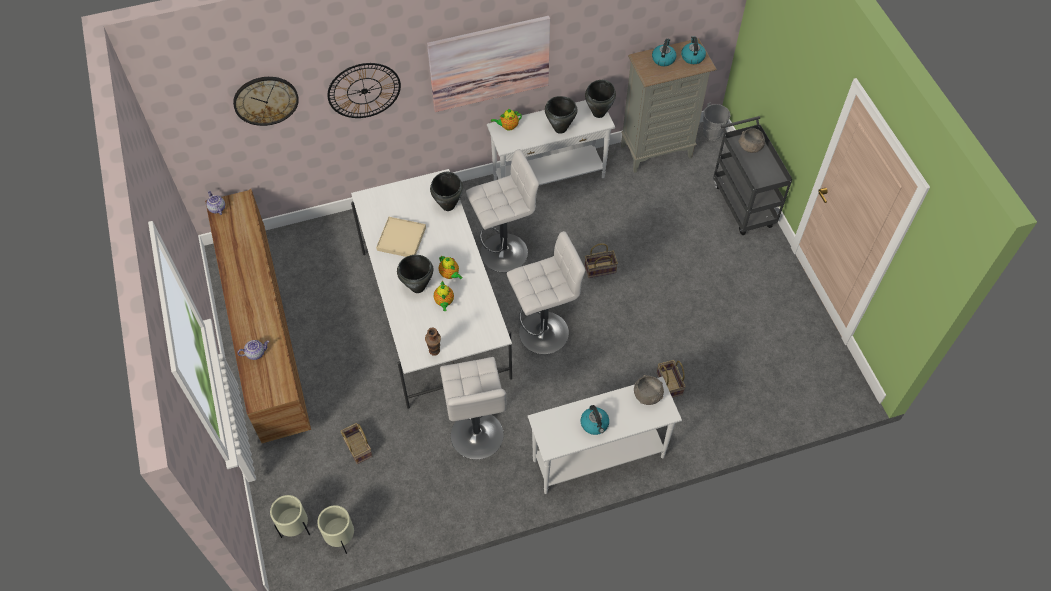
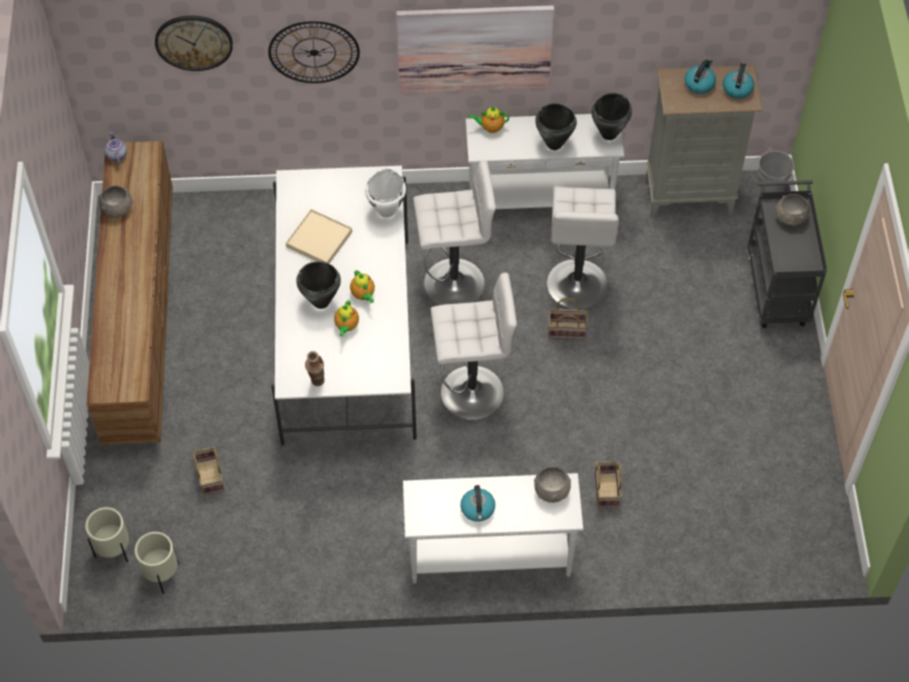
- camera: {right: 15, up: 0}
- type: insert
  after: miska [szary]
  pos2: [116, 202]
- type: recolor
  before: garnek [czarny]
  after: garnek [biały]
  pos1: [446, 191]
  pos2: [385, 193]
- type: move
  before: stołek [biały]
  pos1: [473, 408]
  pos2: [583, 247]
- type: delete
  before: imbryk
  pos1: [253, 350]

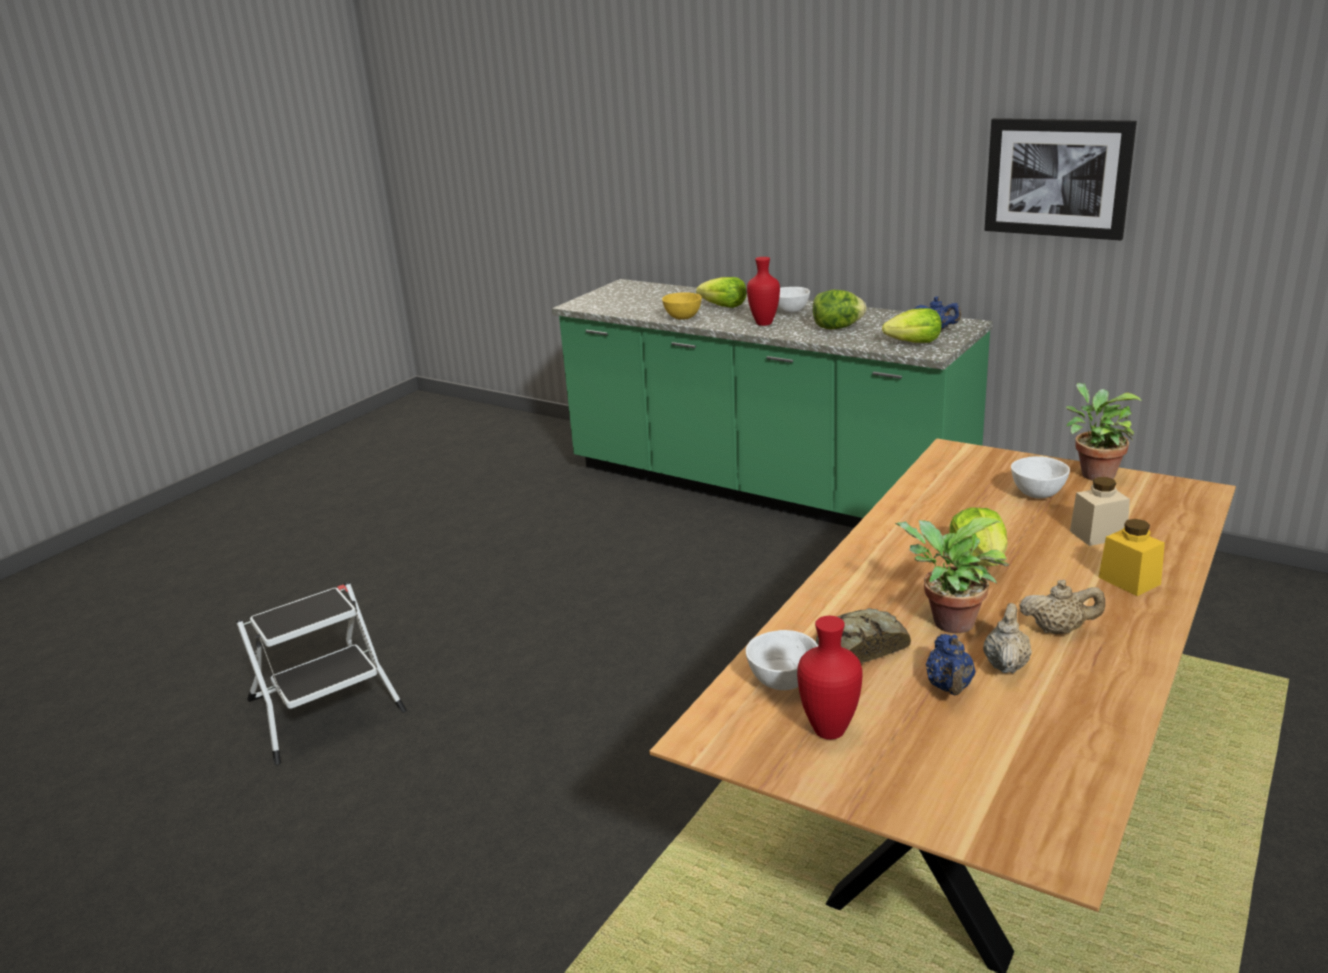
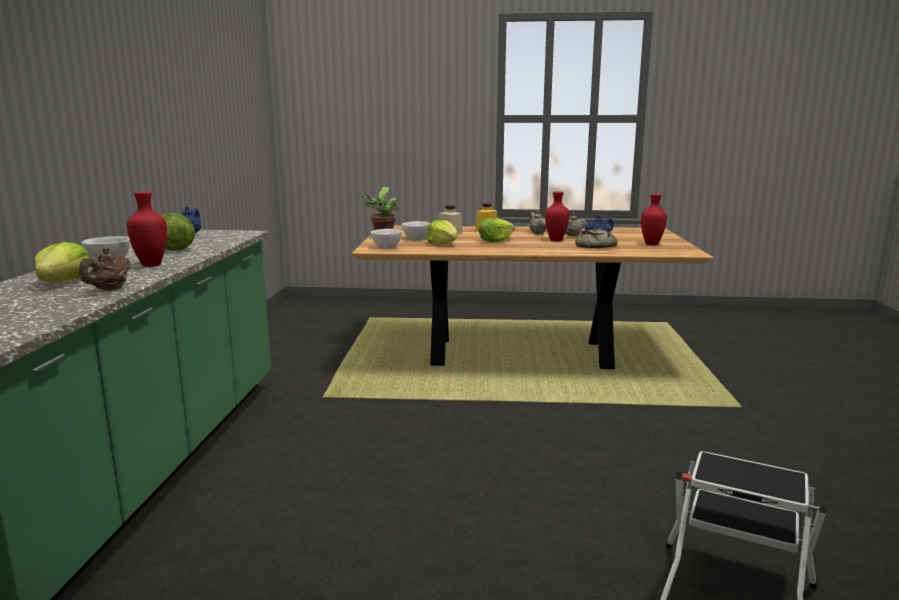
- camera: {right: -120, up: -10}
- type: replace
  before: miska [żółty]
  after: imbryk [brązowy]
  pos1: [682, 306]
  pos2: [105, 269]
- type: move
  before: miska [biały]
  pos1: [782, 660]
  pos2: [386, 239]
- type: move
  before: sałata
  pos1: [912, 325]
  pos2: [442, 232]
- type: replace
  before: roślina doniczkowa
  after: wazon [czerwony]
  pos1: [952, 575]
  pos2: [557, 217]
- type: delete
  before: obraz
  pos1: [1061, 179]

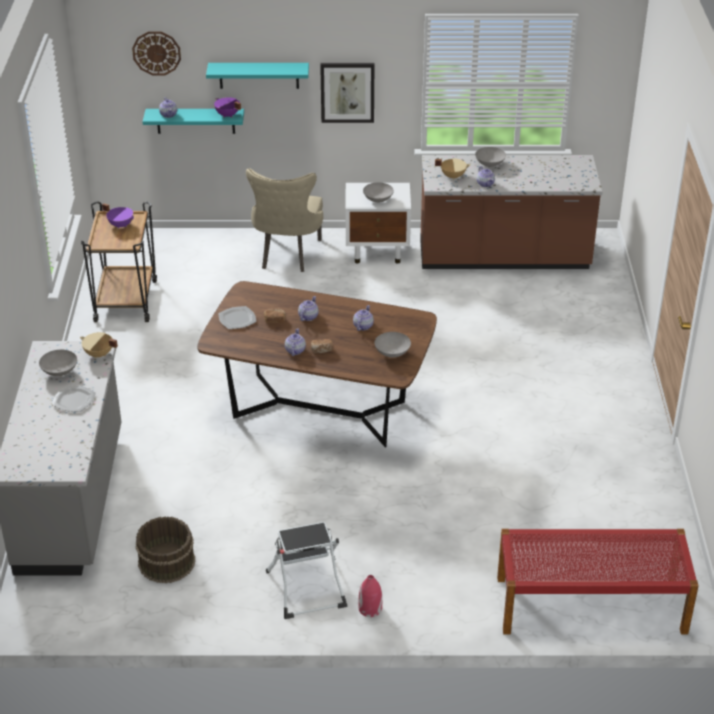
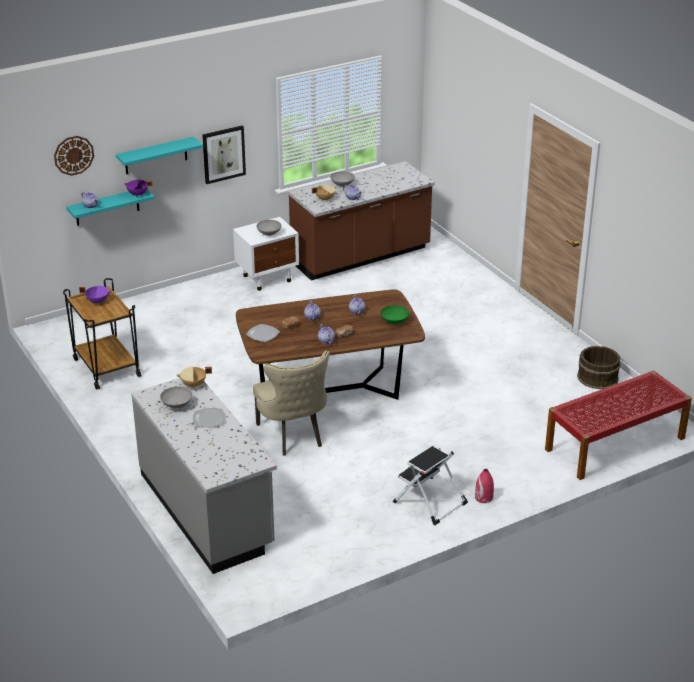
- camera: {right: -30, up: -5}
- type: move
  before: krzesło [beżowy]
  pos1: [284, 220]
  pos2: [291, 403]
- type: recolor
  before: miska [szary]
  after: miska [zielony]
  pos1: [392, 344]
  pos2: [395, 314]
- type: move
  before: wiadro [brązowy]
  pos1: [165, 549]
  pos2: [599, 367]

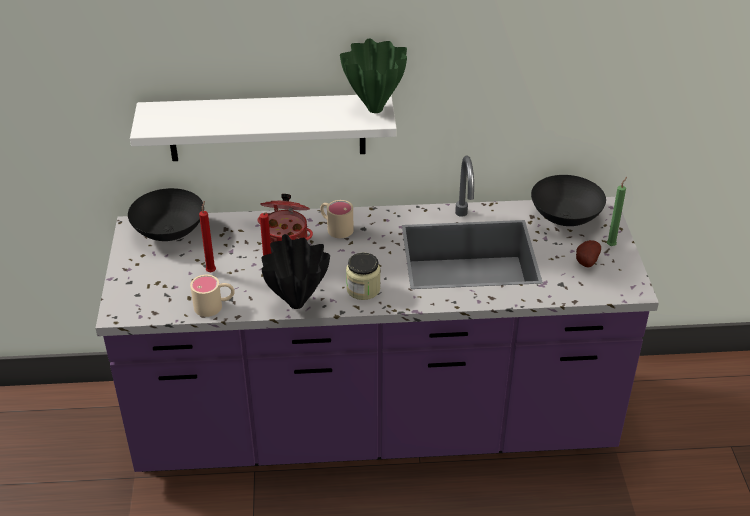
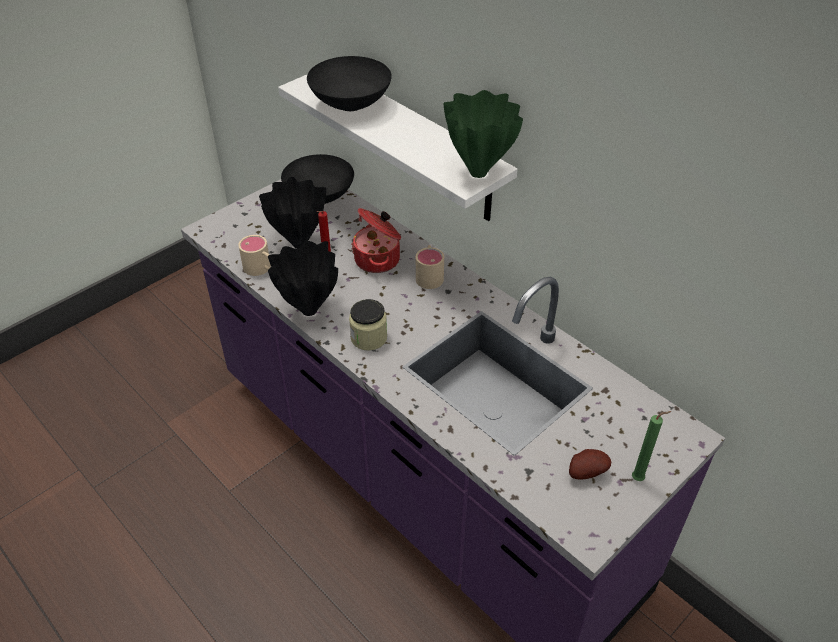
- camera: {right: 50, up: 5}
- type: replace
  before: świeca [czerwony]
  after: wazon [czarny]
  pos1: [207, 236]
  pos2: [292, 213]
- type: move
  before: miska [czarny]
  pos1: [568, 200]
  pos2: [349, 83]

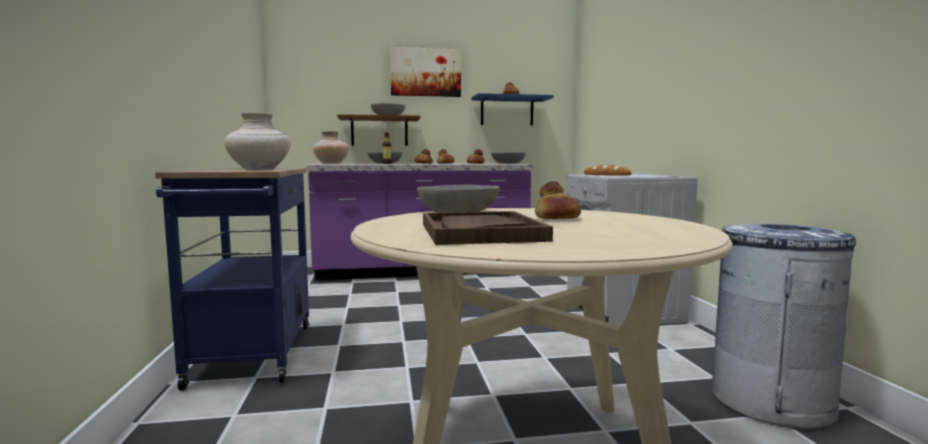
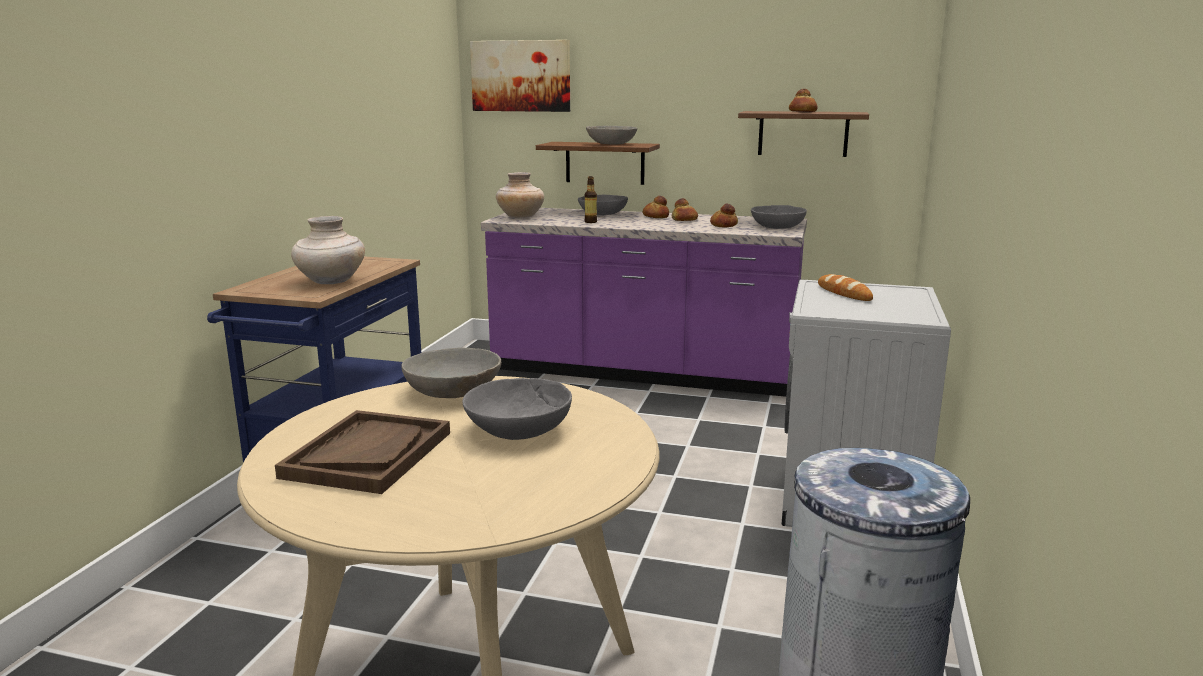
- camera: {right: 25, up: 10}
- type: replace
  before: chleb
  after: miska [szary]
  pos1: [558, 200]
  pos2: [517, 409]
- type: move
  before: obraz
  pos1: [425, 72]
  pos2: [520, 76]
- type: recolor
  before: półka [niebieski]
  after: półka [brązowy]
  pos1: [512, 109]
  pos2: [803, 134]

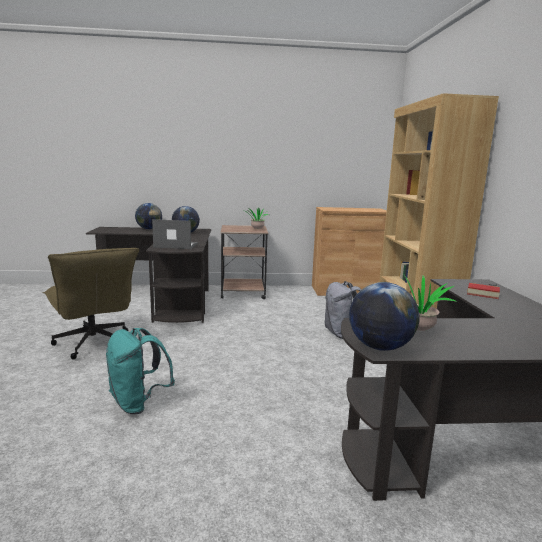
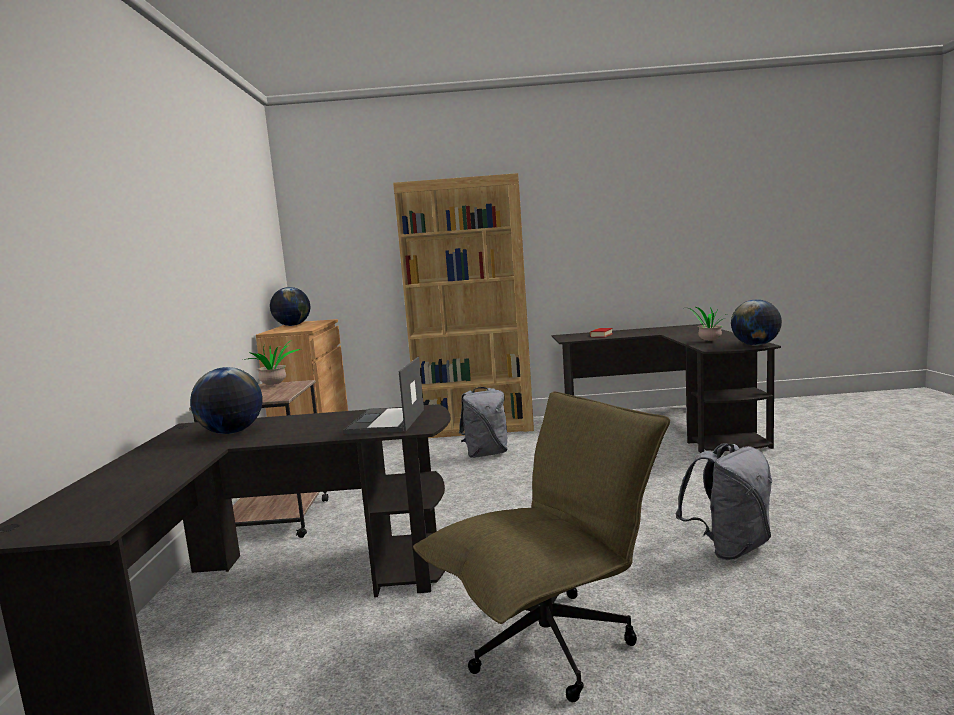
- camera: {right: -85, up: -5}
- type: move
  before: globus
  pos1: [148, 216]
  pos2: [290, 306]
- type: recolor
  before: plecak [turkusowy]
  after: plecak [szary]
  pos1: [140, 371]
  pos2: [724, 501]

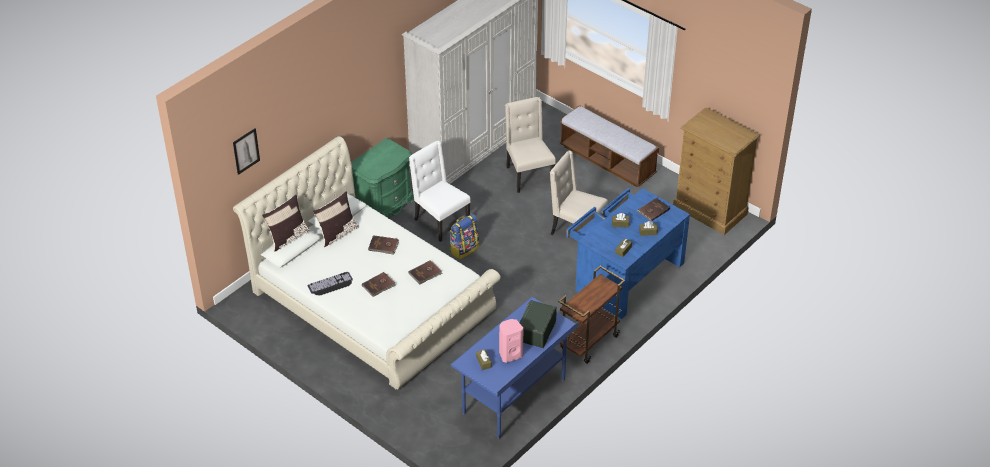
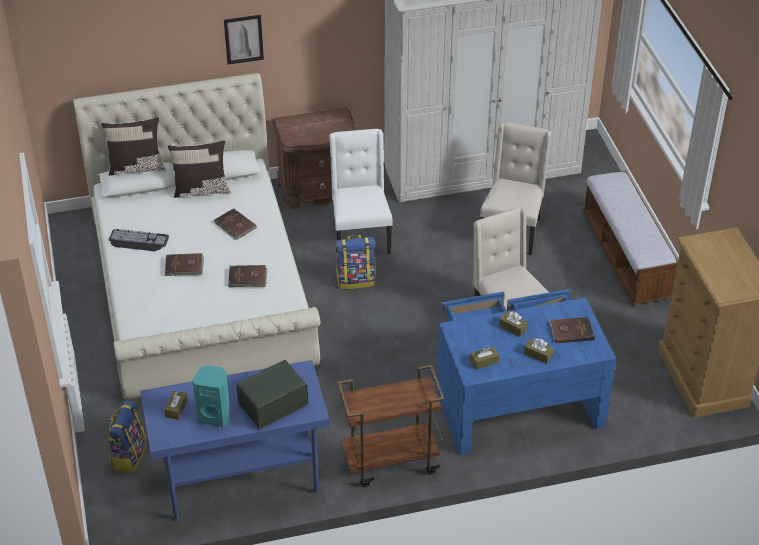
- camera: {right: 35, up: 0}
- type: insert
  after: plecak
  pos2: [127, 437]
- type: recolor
  before: głośnik [różowy]
  after: głośnik [turkusowy]
  pos1: [511, 341]
  pos2: [211, 396]
- type: move
  before: obraz
  pos1: [246, 151]
  pos2: [244, 40]
- type: recolor
  before: szafka nocna [zielony]
  after: szafka nocna [brązowy]
  pos1: [382, 177]
  pos2: [314, 158]

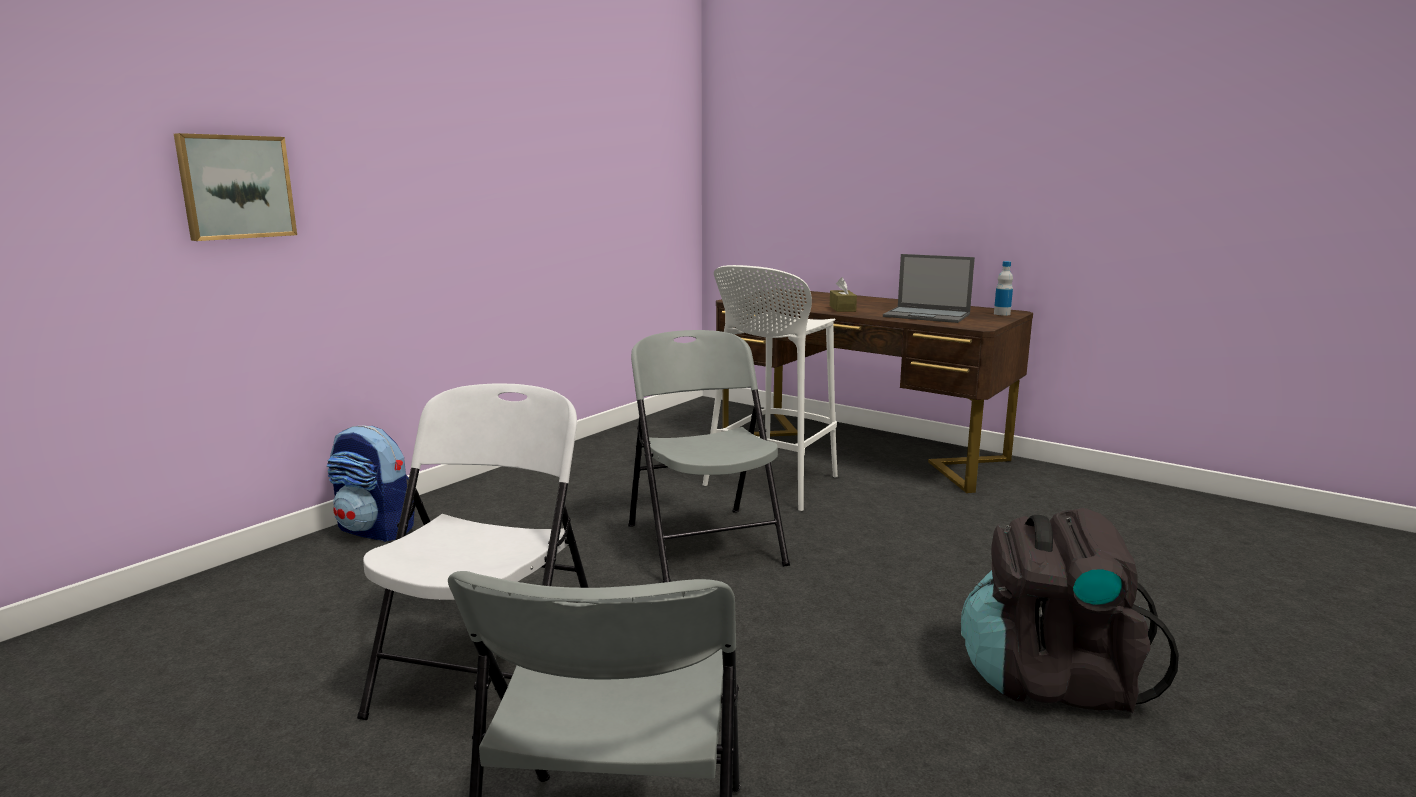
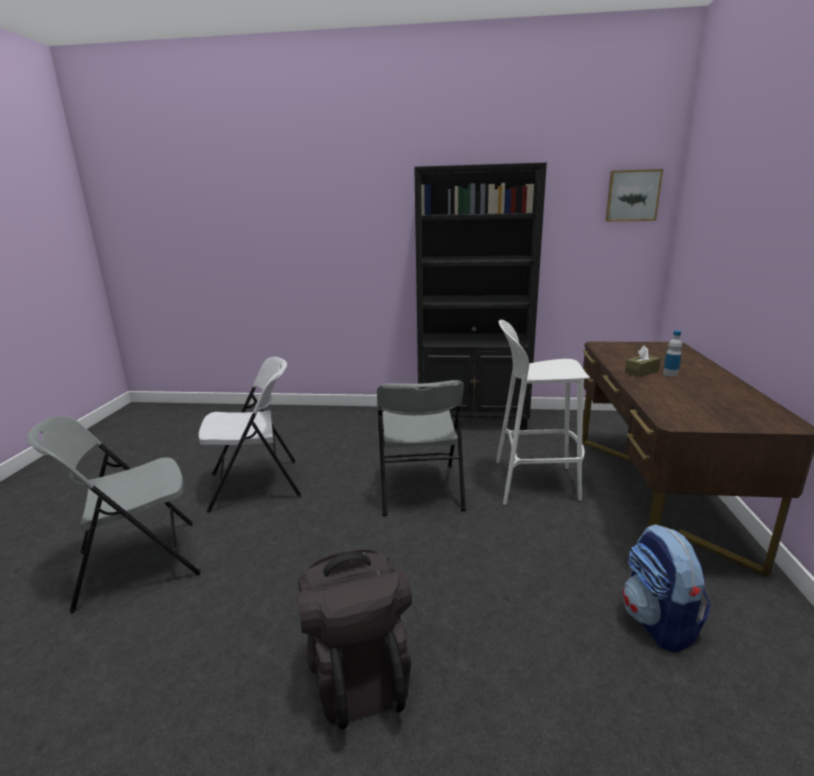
- camera: {right: 60, up: 5}
- type: rotate
  before: krzesło [szary]
  pos1: [709, 456]
  pos2: [421, 448]
  turn: 135
- type: insert
  after: regał [czarny]
  pos2: [480, 296]
- type: move
  before: obraz
  pos1: [235, 187]
  pos2: [634, 195]
- type: move
  before: plecak
  pos1: [371, 483]
  pos2: [667, 588]
- type: move
  before: butelka
  pos1: [1003, 288]
  pos2: [672, 353]
- type: delete
  before: laptop
  pos1: [929, 288]

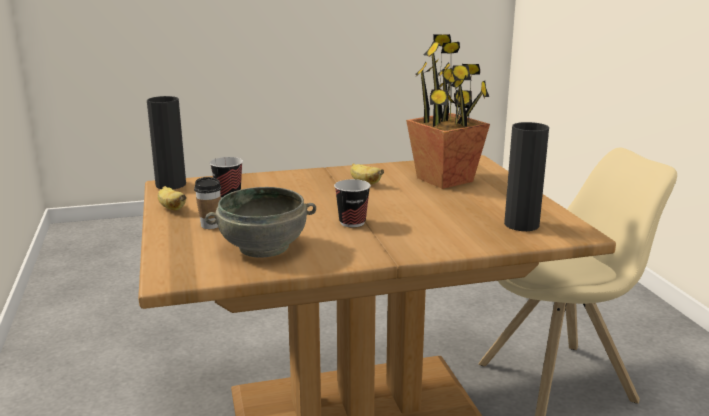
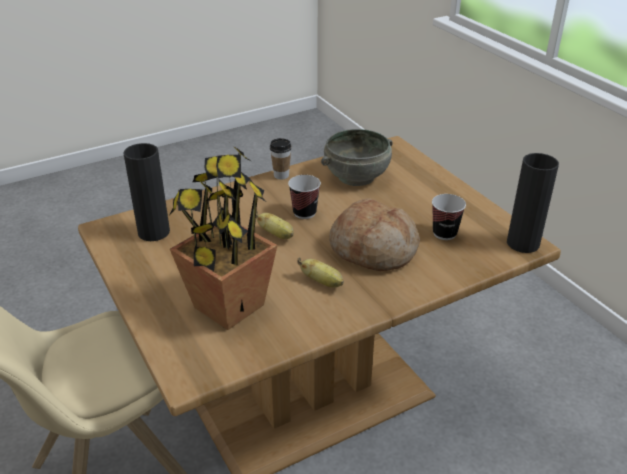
- camera: {right: 165, up: 15}
- type: move
  before: banan
  pos1: [172, 198]
  pos2: [275, 225]
- type: move
  before: filiżanka
  pos1: [207, 203]
  pos2: [281, 159]
- type: insert
  after: chleb
  pos2: [374, 235]

